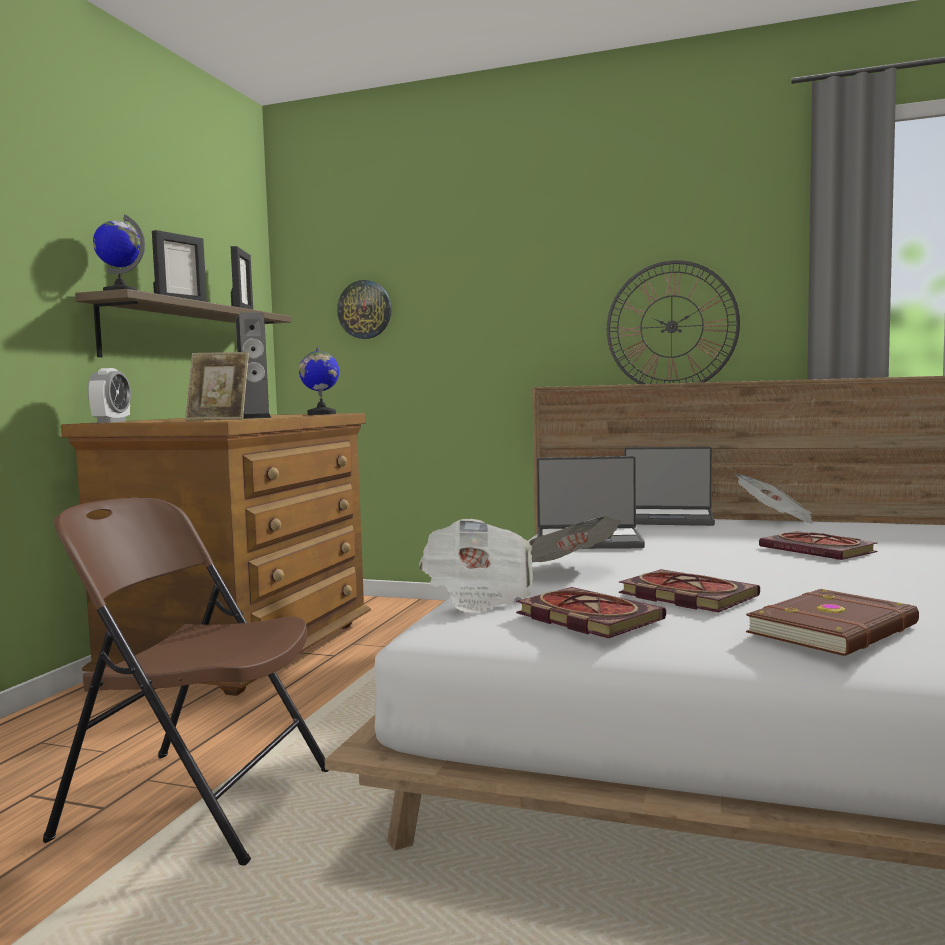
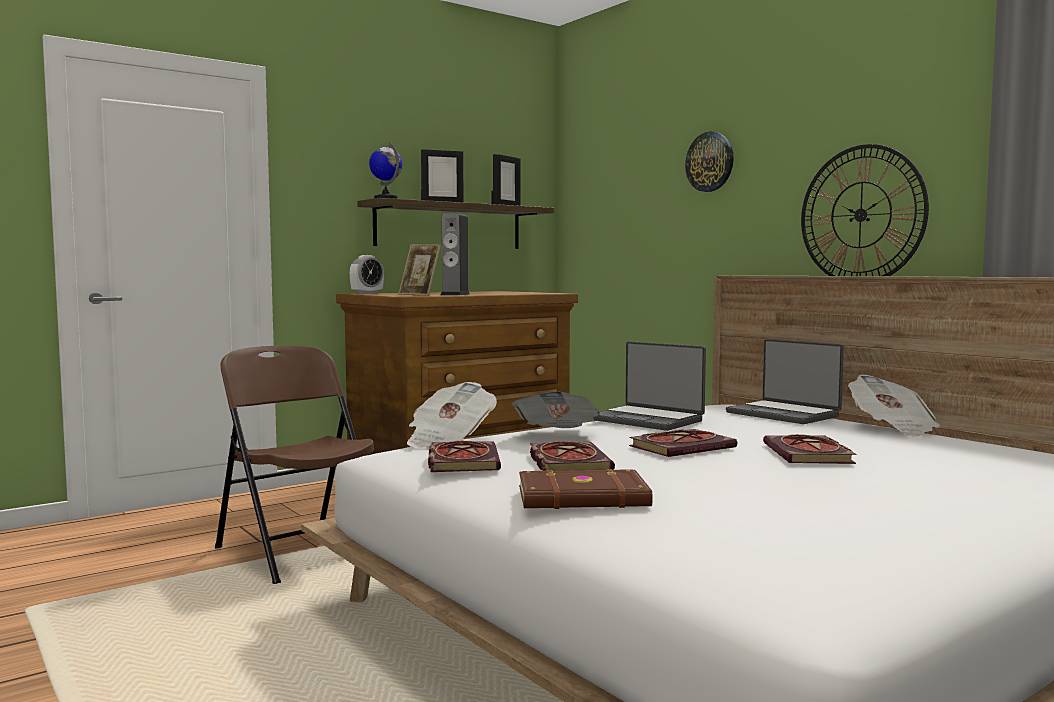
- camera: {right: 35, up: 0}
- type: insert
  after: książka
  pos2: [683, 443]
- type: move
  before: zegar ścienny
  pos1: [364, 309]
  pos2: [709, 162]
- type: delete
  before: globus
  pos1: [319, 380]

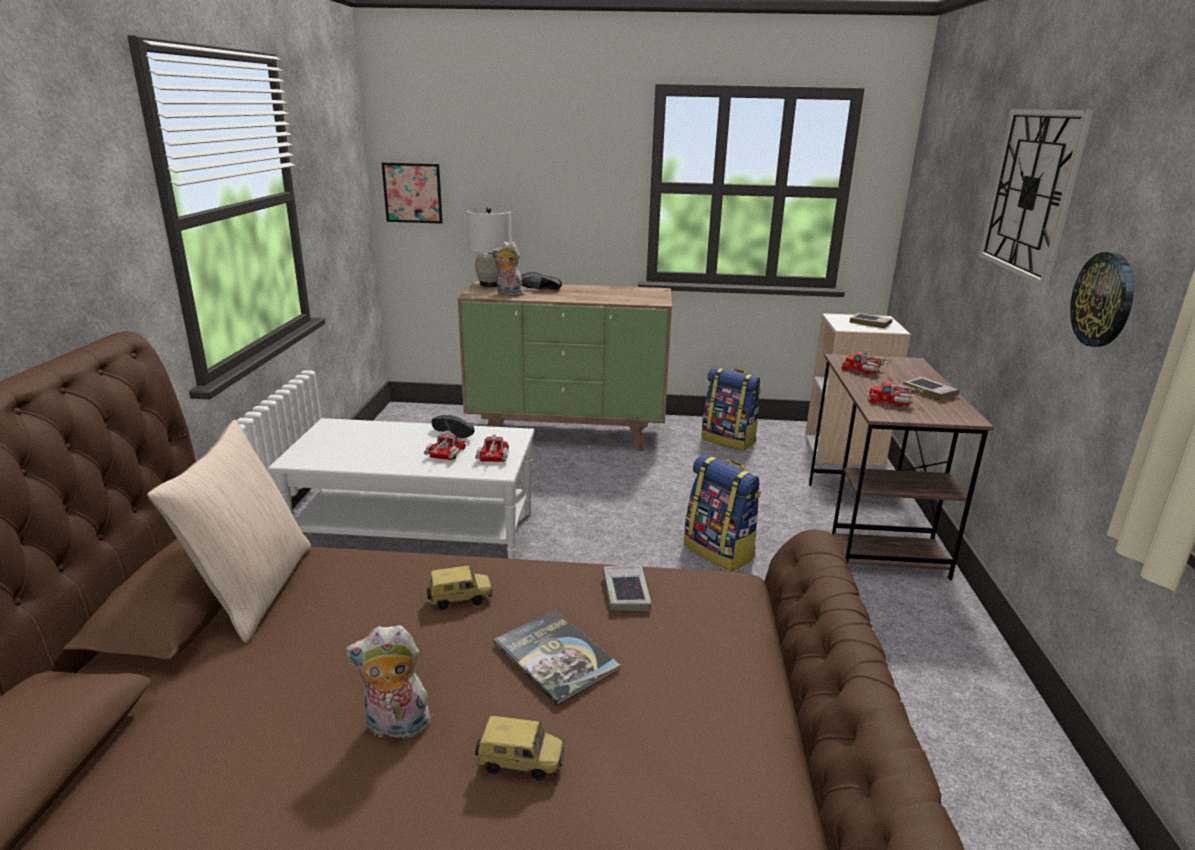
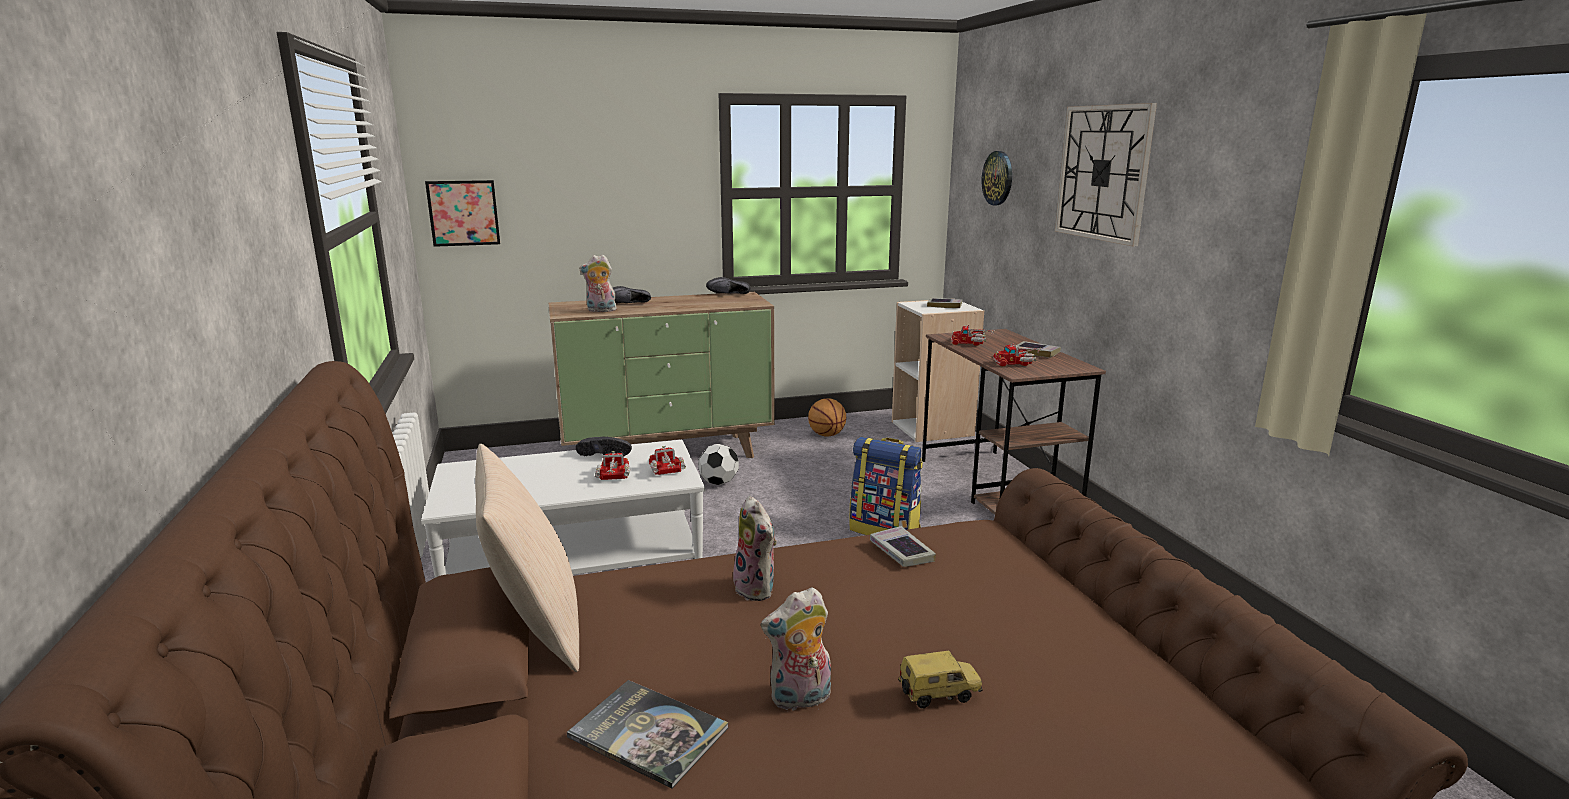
- camera: {right: -20, up: -5}
- type: move
  before: książka
  pos1: [556, 657]
  pos2: [648, 734]
- type: insert
  after: piłka futbolowa
  pos2: [718, 464]
- type: insert
  after: but [czarny]
  pos2: [728, 285]
- type: replace
  before: samochodzik
  after: pluszak
  pos1: [460, 588]
  pos2: [755, 548]
- type: replace
  before: plecak
  after: piłka do koszykówki
  pos1: [731, 408]
  pos2: [827, 417]
- type: move
  before: zegar ścienny
  pos1: [1102, 299]
  pos2: [996, 178]
- type: delete
  before: lampa stołowa [biały]
  pos1: [489, 247]

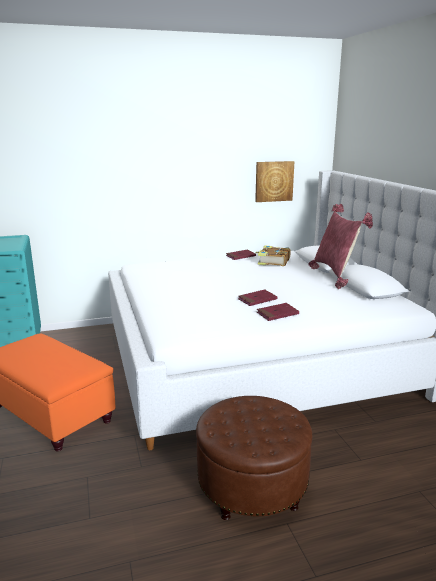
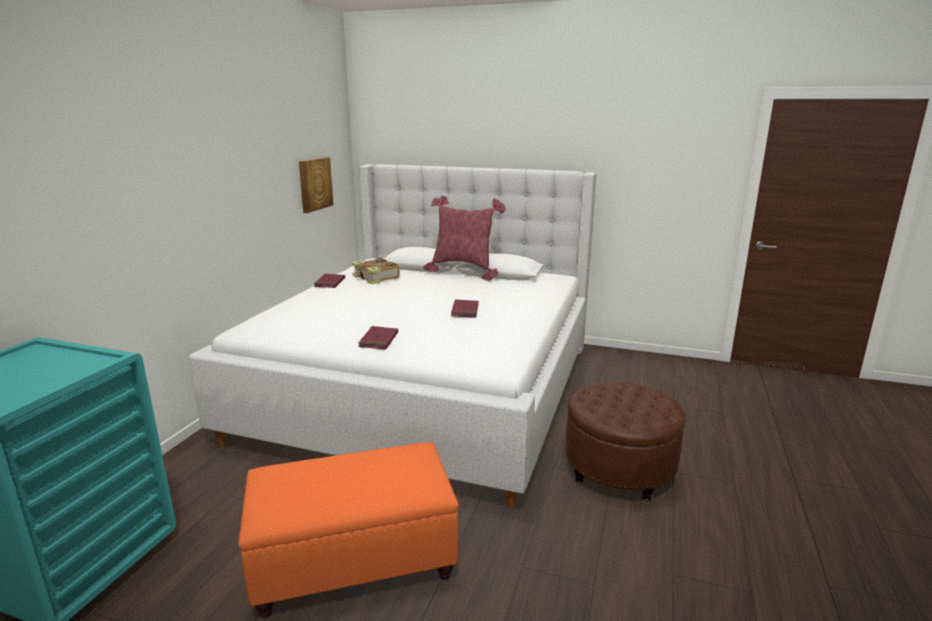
- camera: {right: -55, up: 0}
- type: move
  before: książka [czerwony]
  pos1: [278, 312]
  pos2: [378, 338]

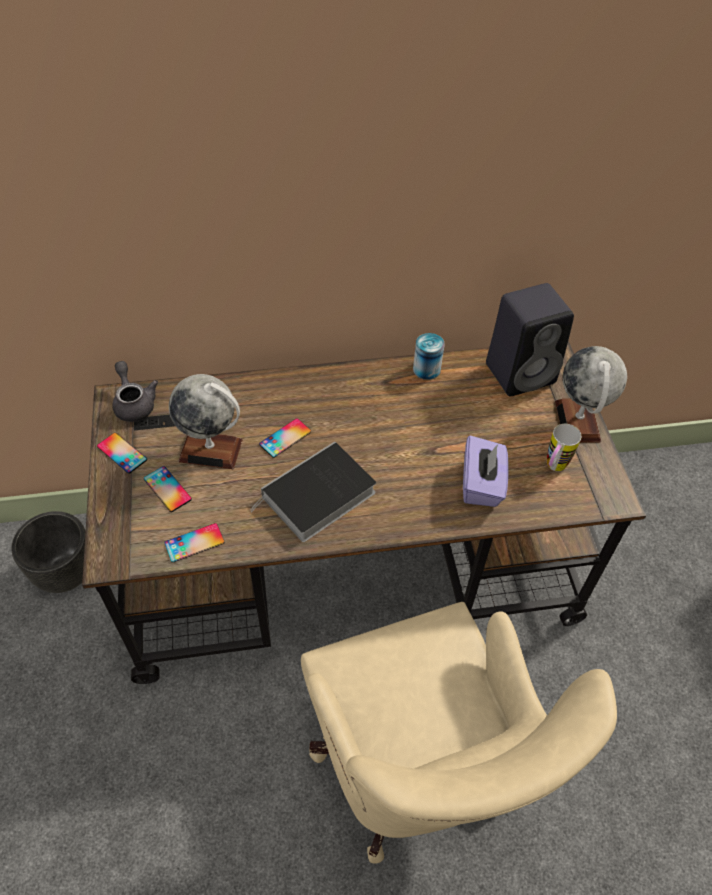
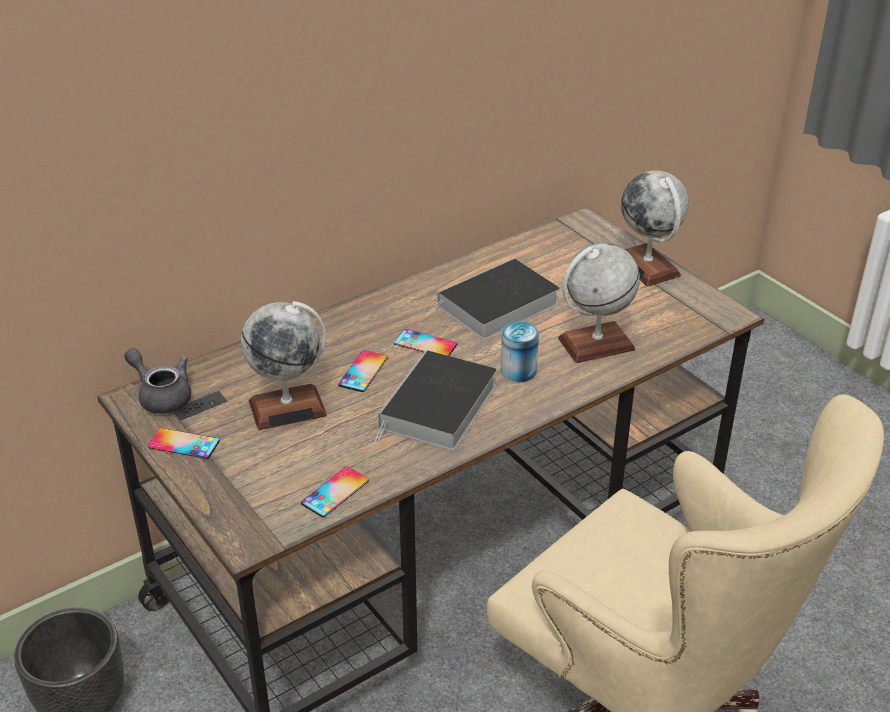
- camera: {right: -25, up: -15}
- type: move
  before: telefon
  pos1: [168, 489]
  pos2: [425, 342]
- type: insert
  after: książka
  pos2: [492, 299]
- type: move
  before: puszka
  pos1: [429, 356]
  pos2: [520, 351]
- type: replace
  before: pudełko chusteczek [fioletowy]
  after: globus
  pos1: [486, 471]
  pos2: [599, 302]
- type: delete
  before: głośnik [czarny]
  pos1: [530, 339]
- type: delete
  before: kubek
  pos1: [564, 447]

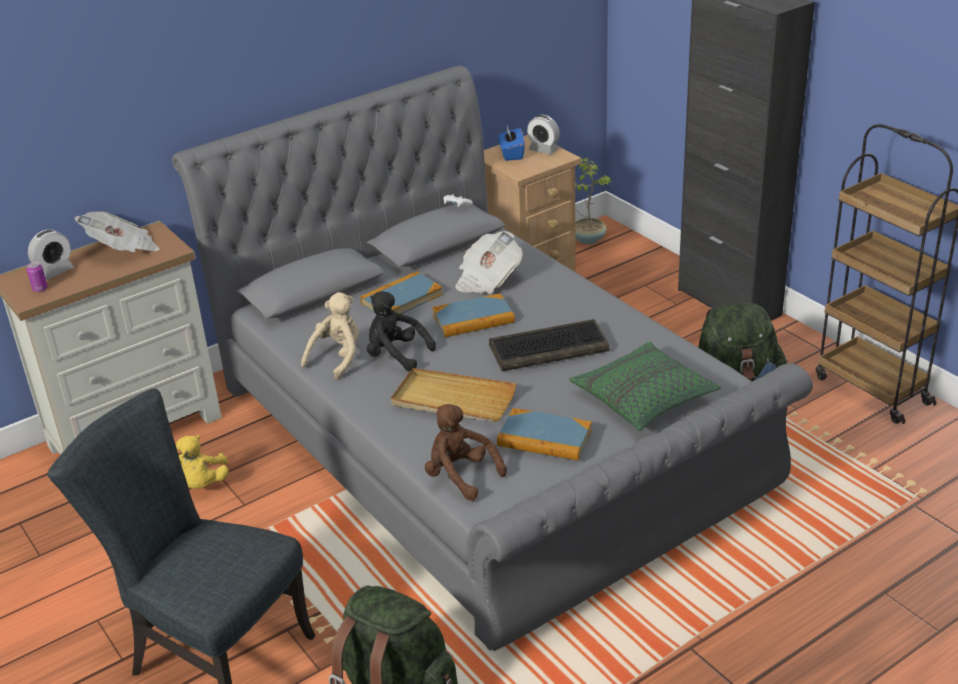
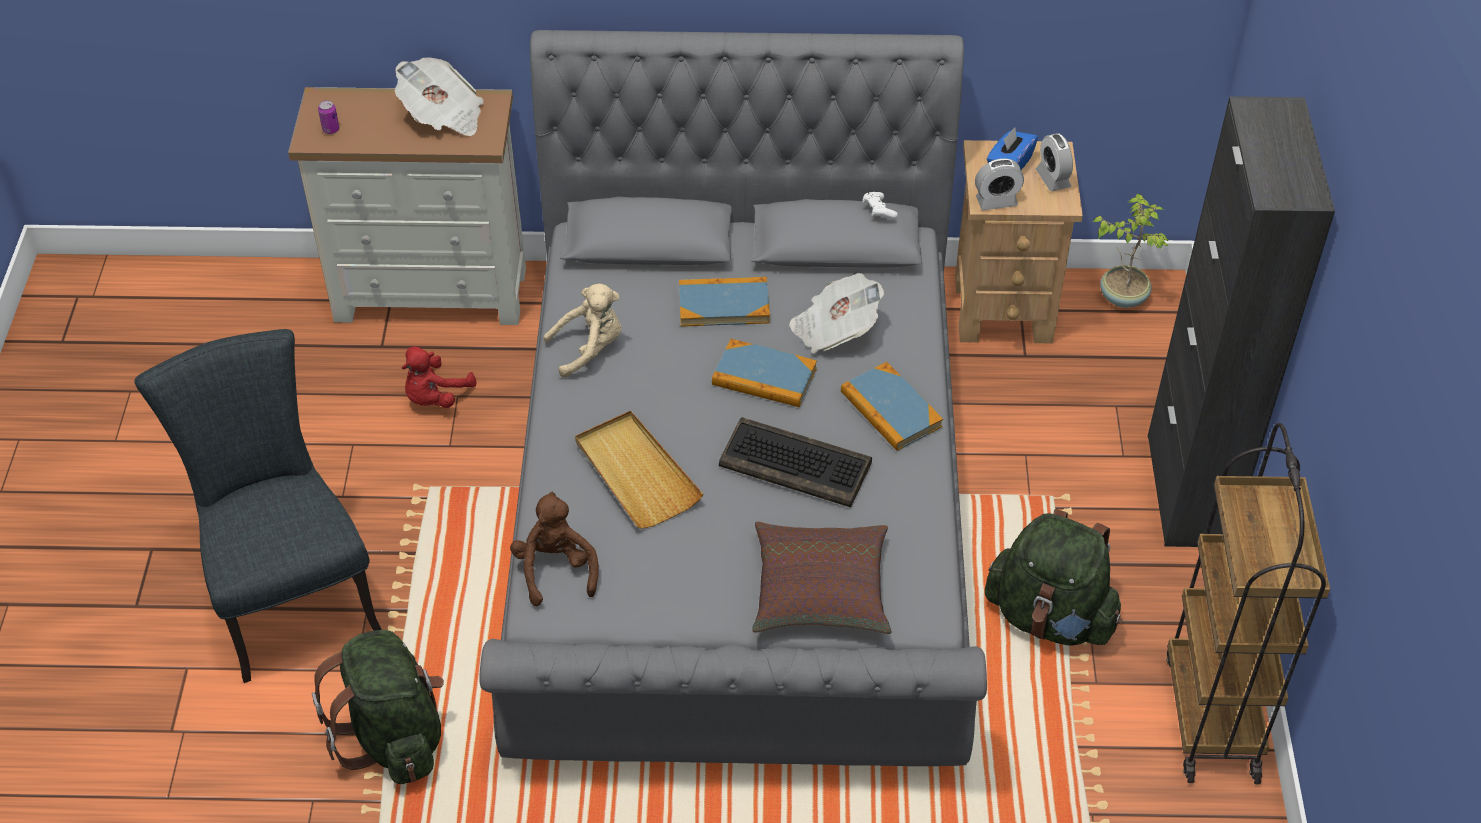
- camera: {right: 35, up: 15}
- type: recolor
  before: pluszak [żółty]
  after: pluszak [czerwony]
  pos1: [202, 462]
  pos2: [439, 377]
- type: recolor
  before: poduszka [zielony]
  after: poduszka [brązowy]
  pos1: [645, 386]
  pos2: [821, 578]
- type: move
  before: książka
  pos1: [544, 434]
  pos2: [892, 406]
- type: move
  before: budzik
  pos1: [51, 255]
  pos2: [999, 184]
- type: delete
  before: pluszak [czarny]
  pos1: [401, 331]

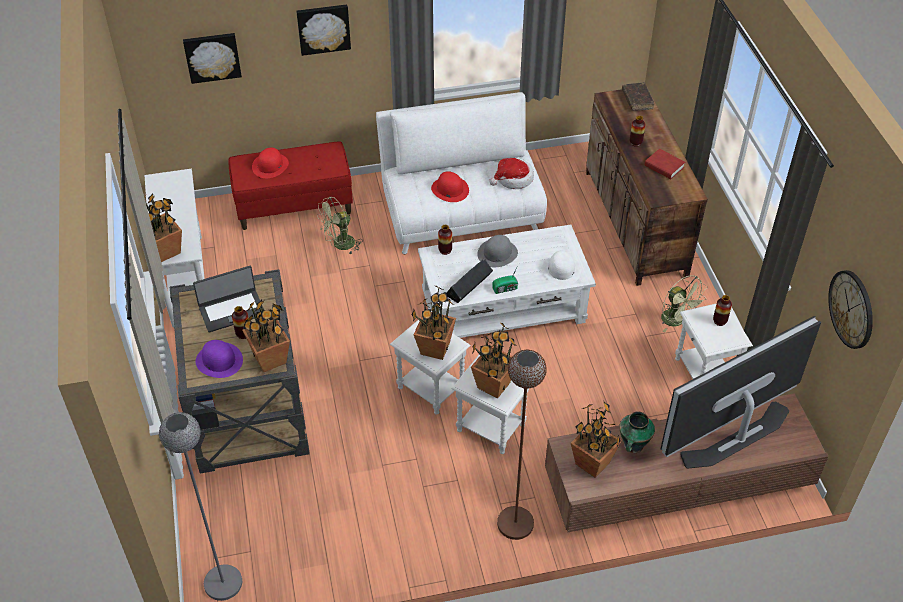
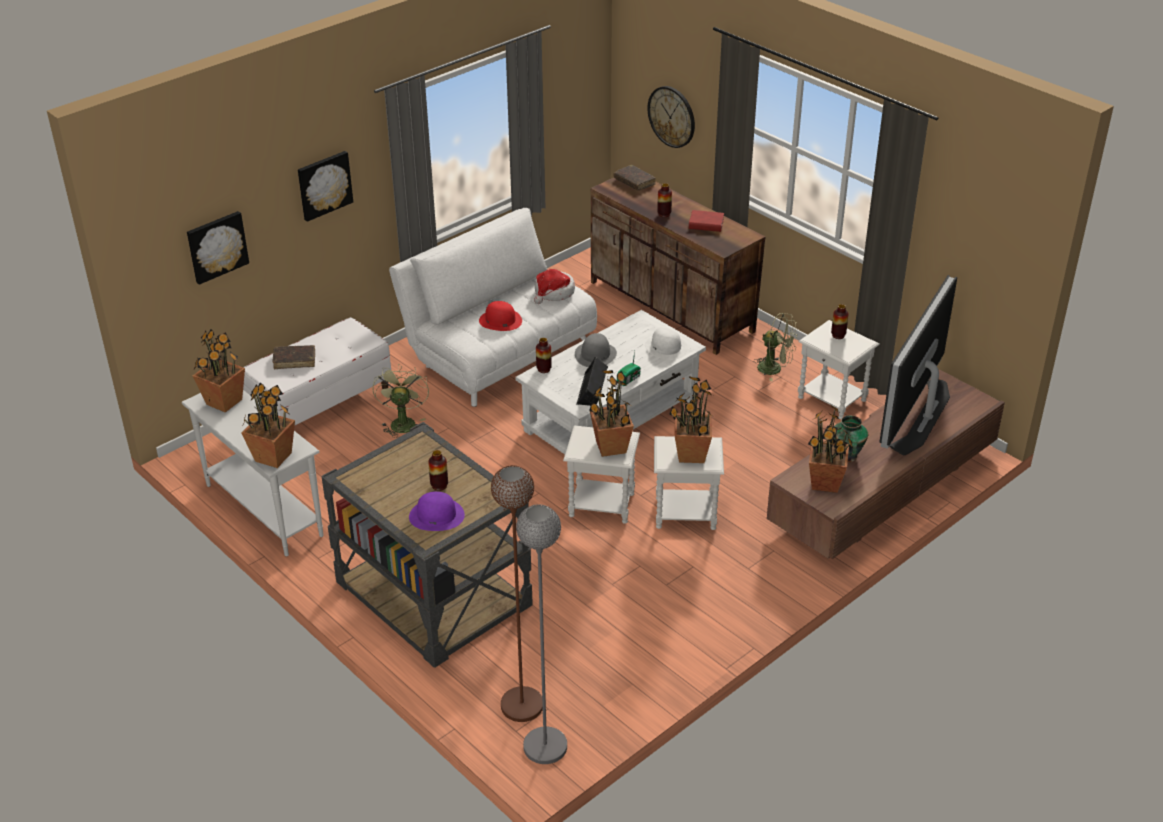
- camera: {right: -30, up: -10}
- type: move
  before: roślina doniczkowa
  pos1: [266, 336]
  pos2: [219, 371]
- type: recolor
  before: ławka [czerwony]
  after: ławka [biały]
  pos1: [291, 185]
  pos2: [317, 371]
- type: replace
  before: kapelusz [czerwony]
  after: książka [brązowy]
  pos1: [270, 162]
  pos2: [294, 357]
- type: rotate
  before: wentylator [zielony]
  pos1: [340, 226]
  pos2: [400, 401]
  turn: 150
- type: move
  before: lampa stojąca [brązowy]
  pos1: [522, 445]
  pos2: [517, 593]
- type: move
  before: zegar ścienny
  pos1: [850, 309]
  pos2: [671, 117]
- type: delete
  before: laptop
  pos1: [228, 299]

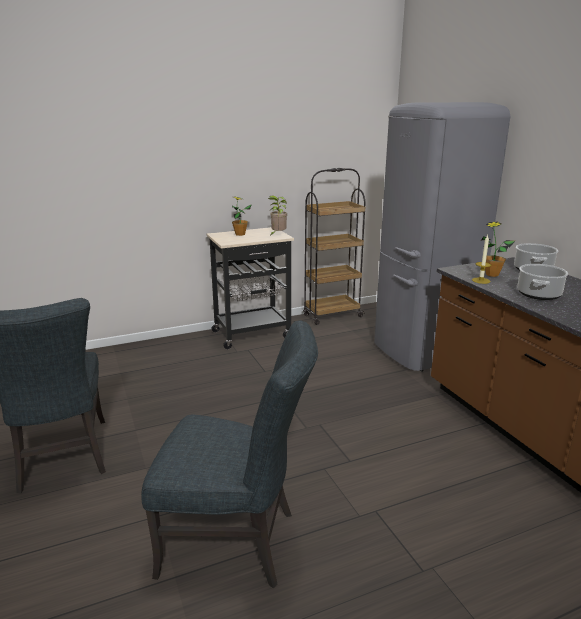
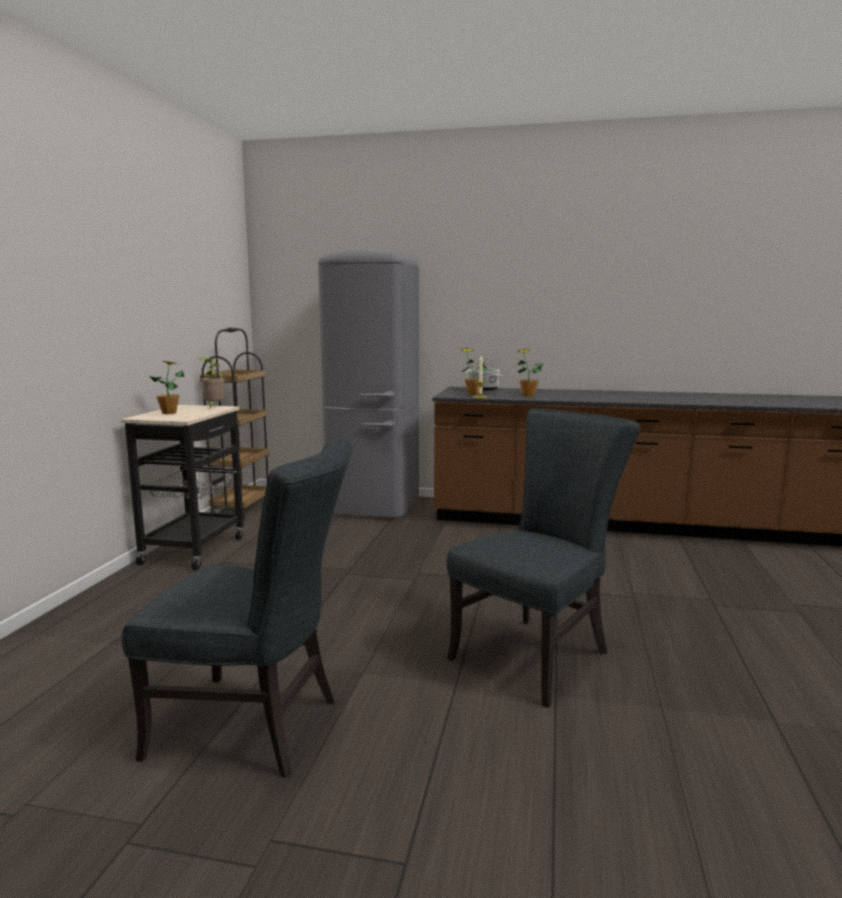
- camera: {right: -55, up: -10}
- type: replace
  before: garnek
  after: roślina doniczkowa
  pos1: [543, 282]
  pos2: [531, 373]

